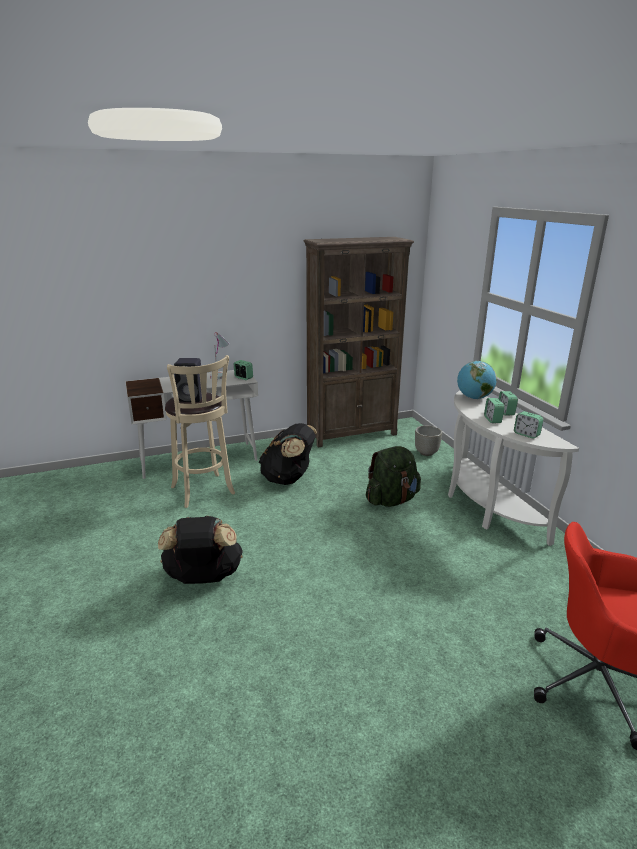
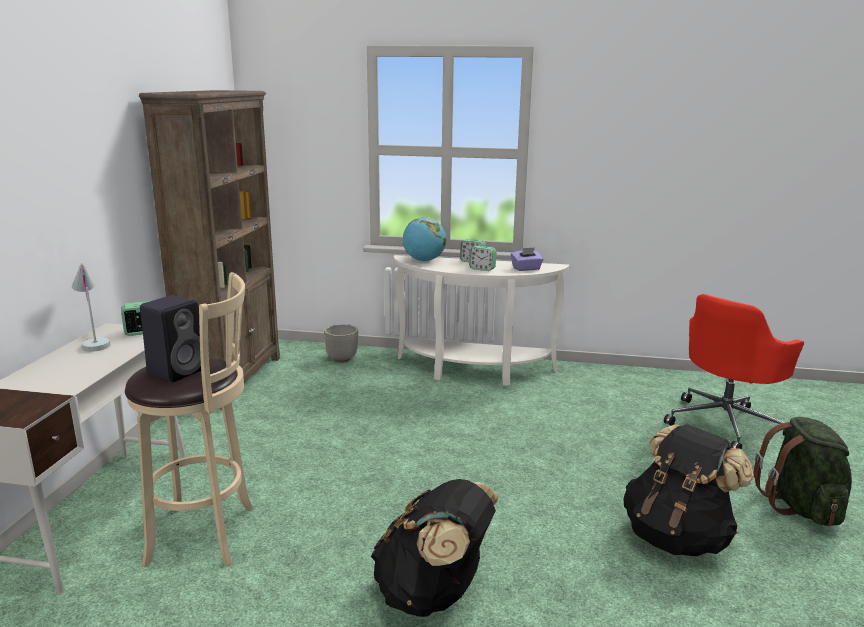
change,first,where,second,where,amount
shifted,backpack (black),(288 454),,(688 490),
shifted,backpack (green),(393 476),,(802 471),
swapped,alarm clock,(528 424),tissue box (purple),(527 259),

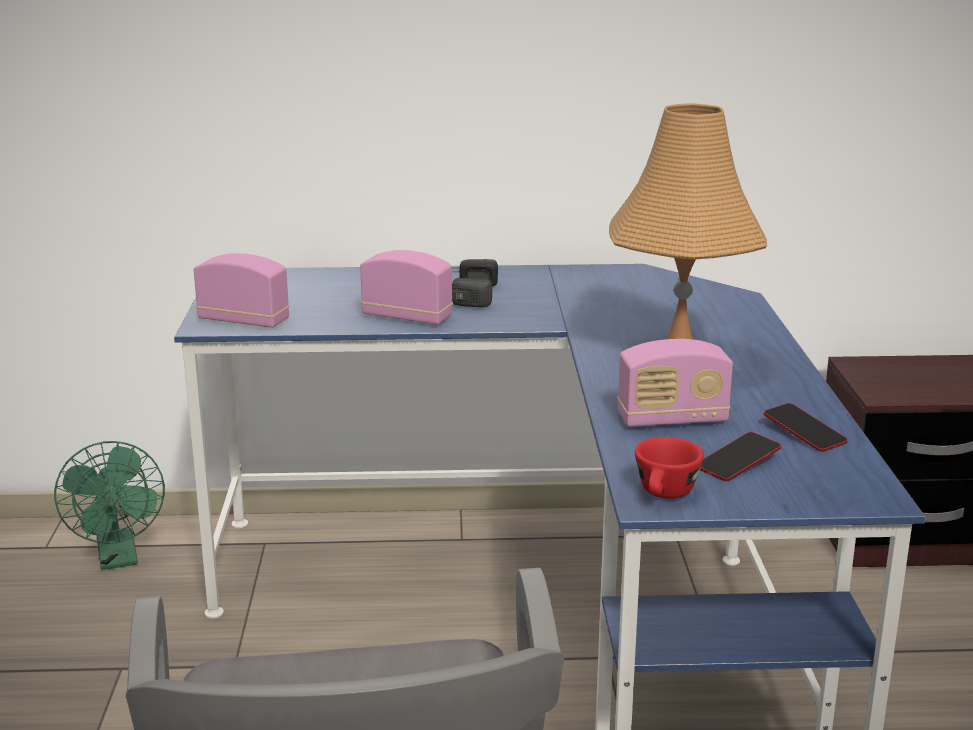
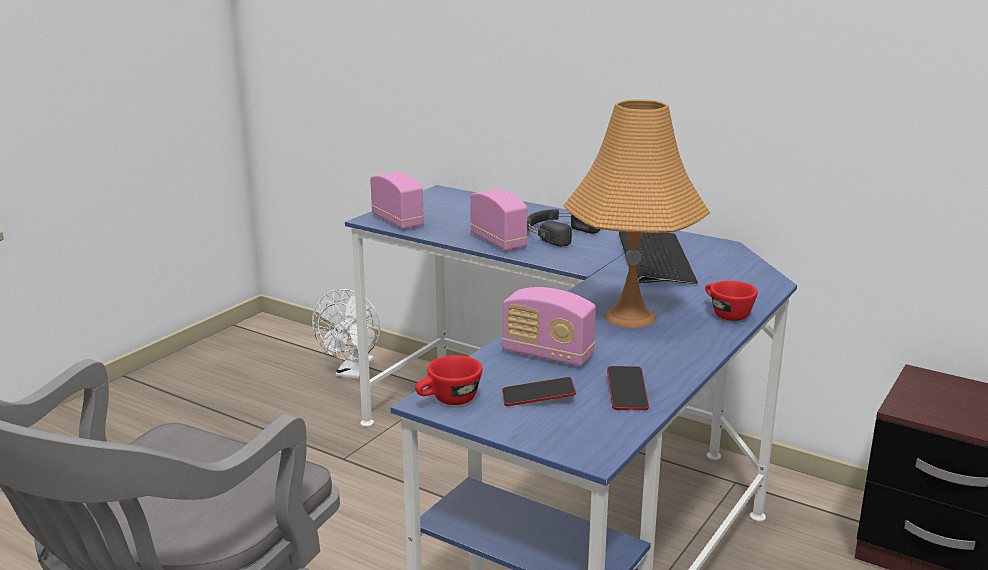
change,first,where,second,where,amount
new,,,keyboard,(658 257),
new,,,cup (red),(731 301),
repainted,fan (green),(109 505),fan (white),(346 334),

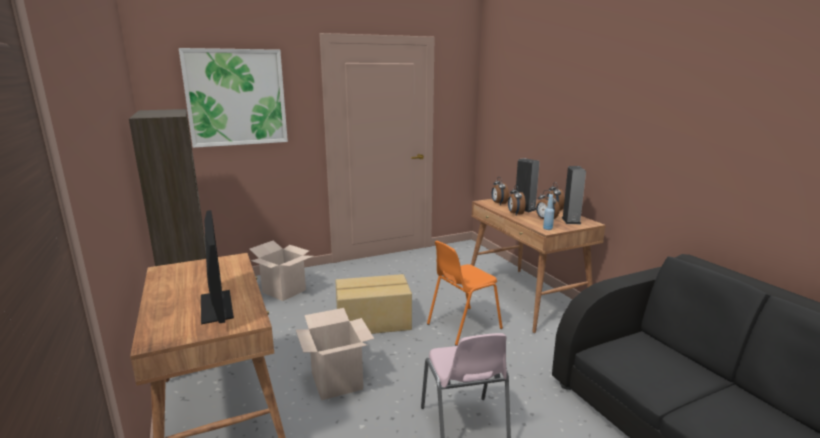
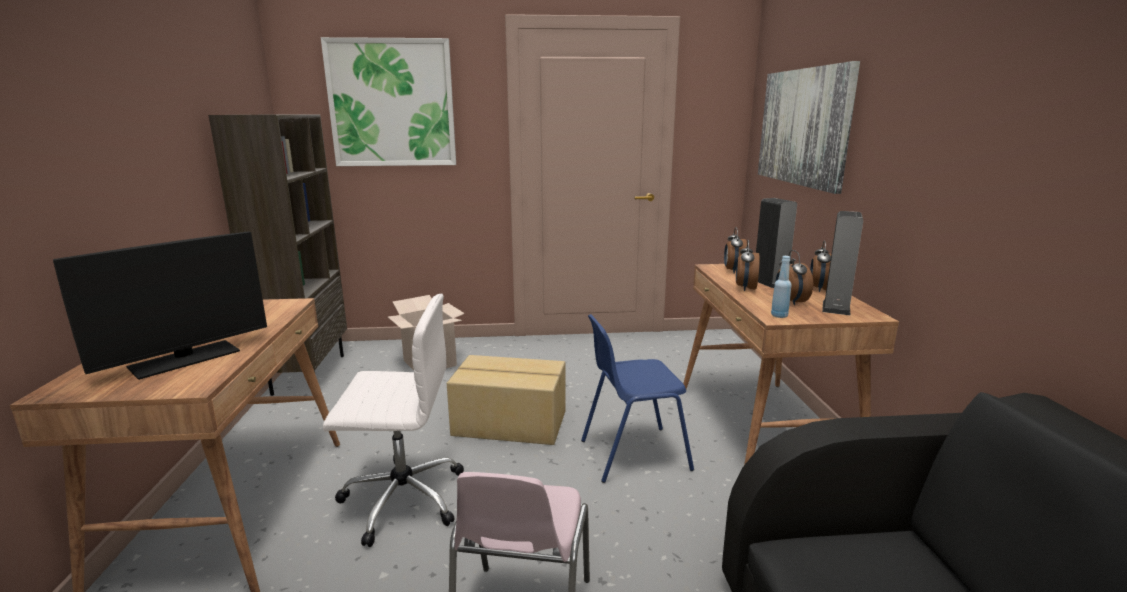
change,first,where,second,where,amount
new,,,picture,(809 127),
swapped,cardboard box,(335 354),office chair (white),(393 420),
repainted,chair (orange),(465 293),chair (blue),(637 398),
rotated,monitor,(217 267),,(160 305),45 degrees clockwise

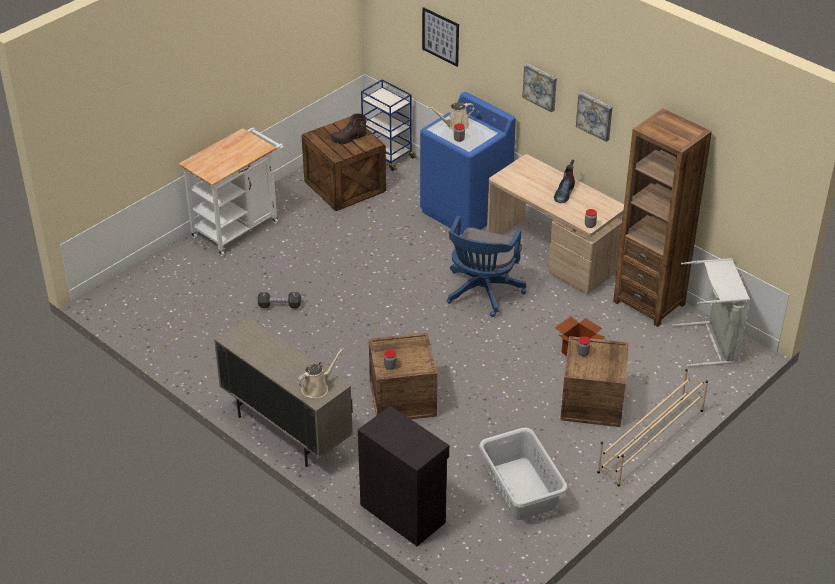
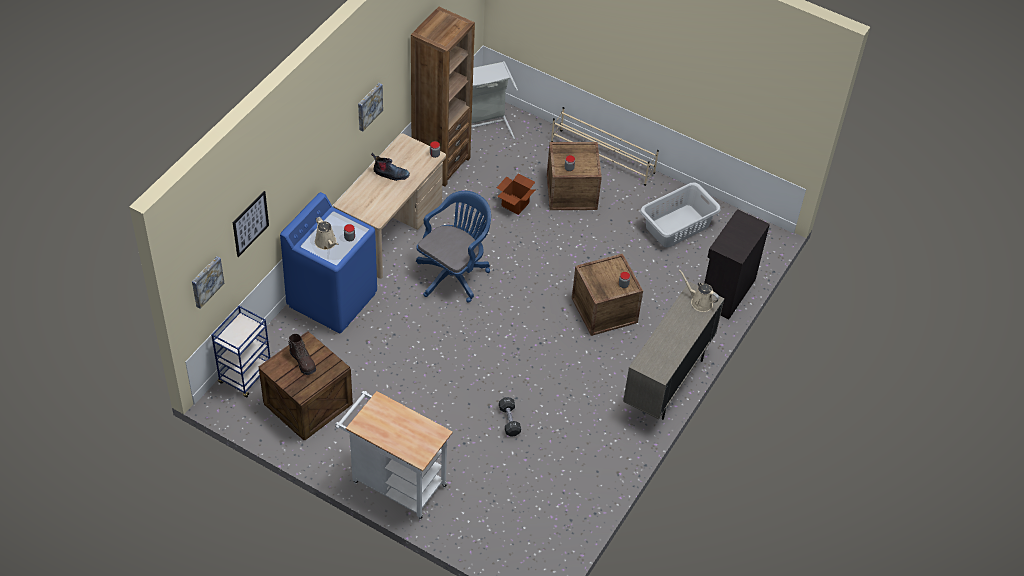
change,first,where,second,where,amount
shifted,picture,(539 88),,(208 282),
rotated,office chair (blue),(486 266),,(453 247),60 degrees counterclockwise

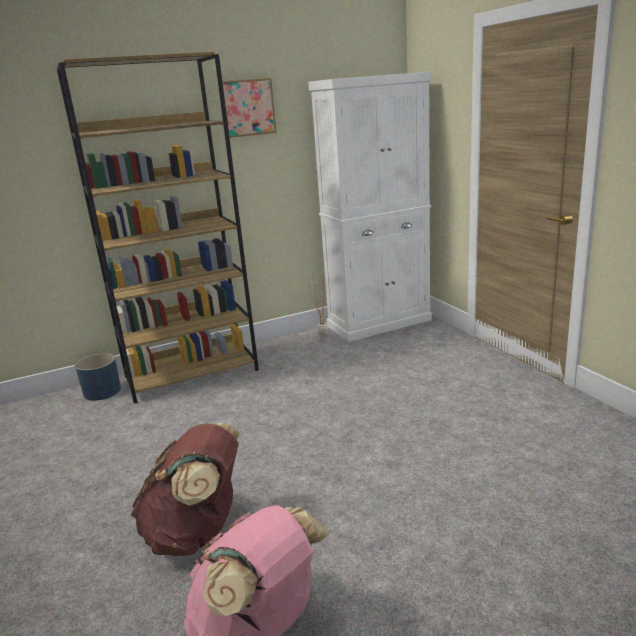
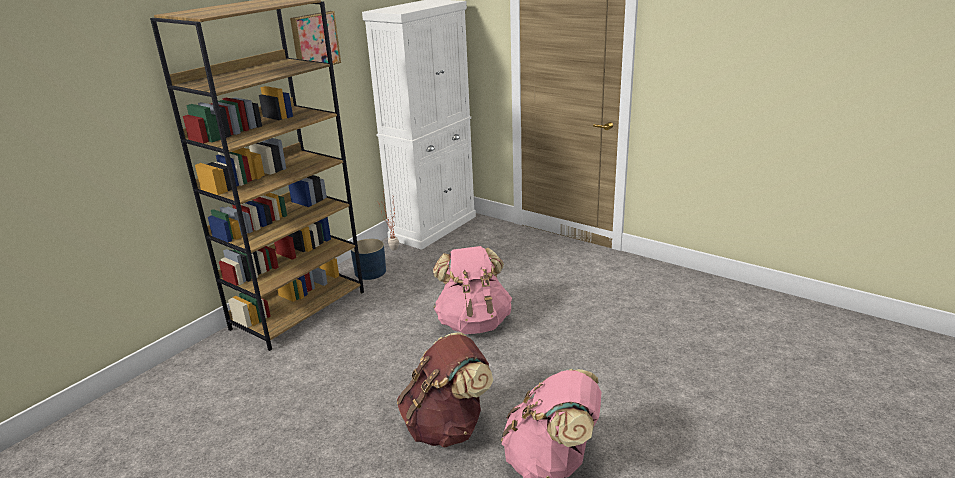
change,first,where,second,where,amount
new,,,backpack (pink),(472 290),
shifted,planter (blue),(98 377),,(368 259),

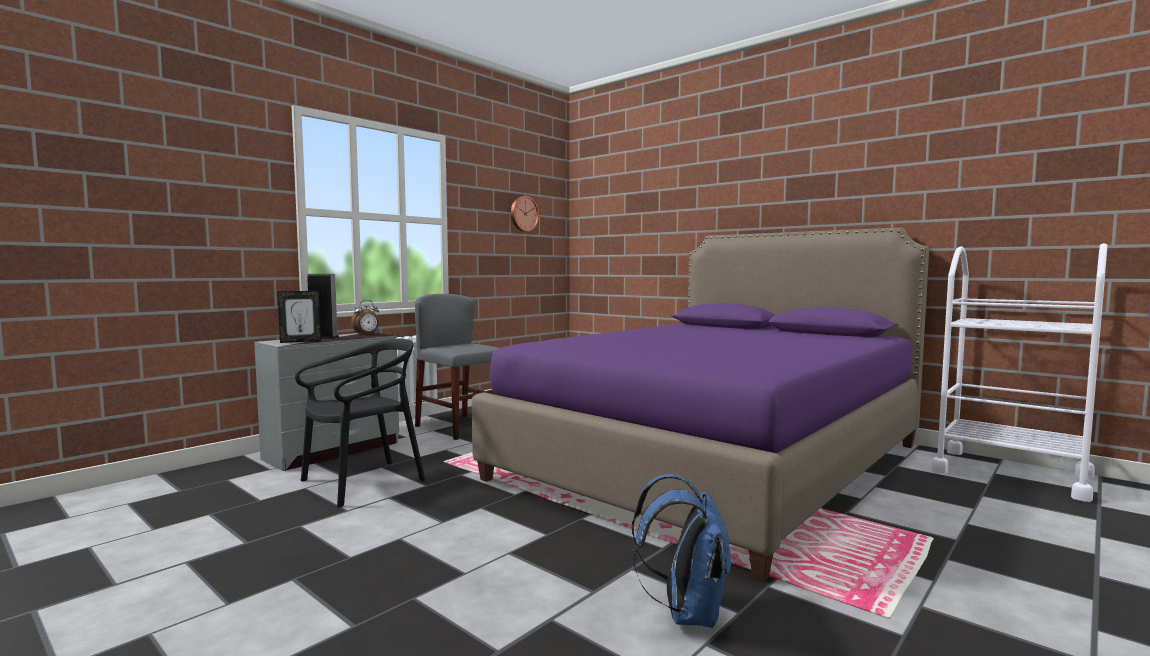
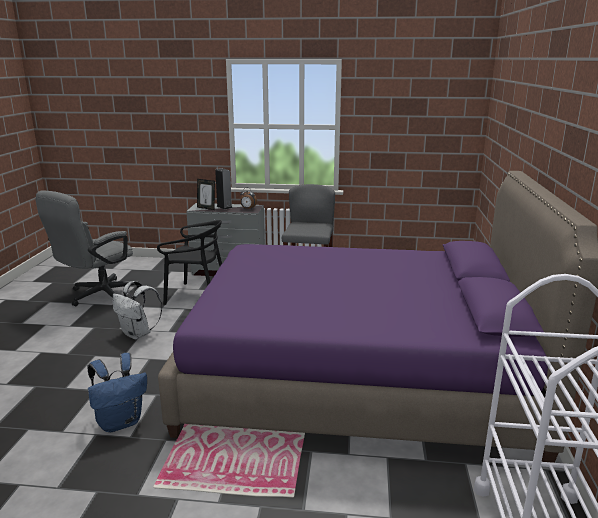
change,first,where,second,where,amount
gone,wall clock,(525 214),,,
new,,,office chair (grey),(87 248),
new,,,backpack (white),(137 310),

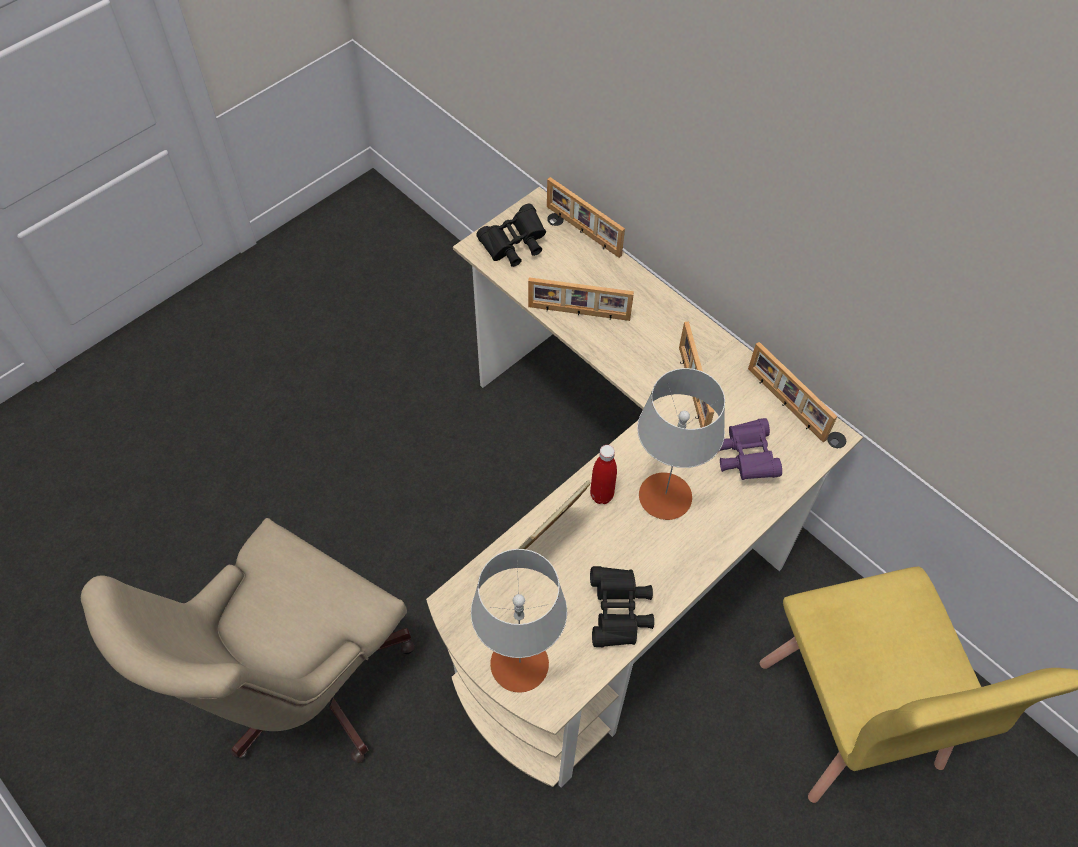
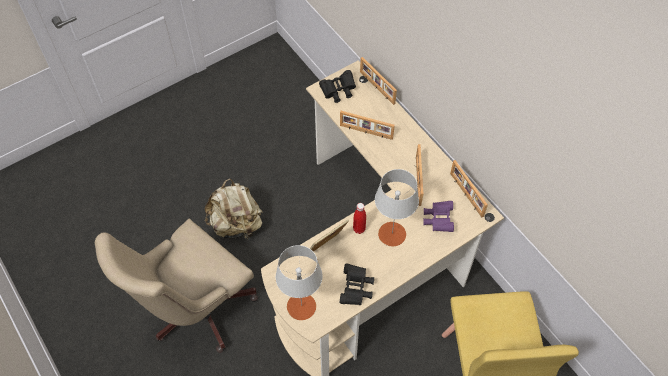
change,first,where,second,where,amount
new,,,backpack (beige),(234 209),

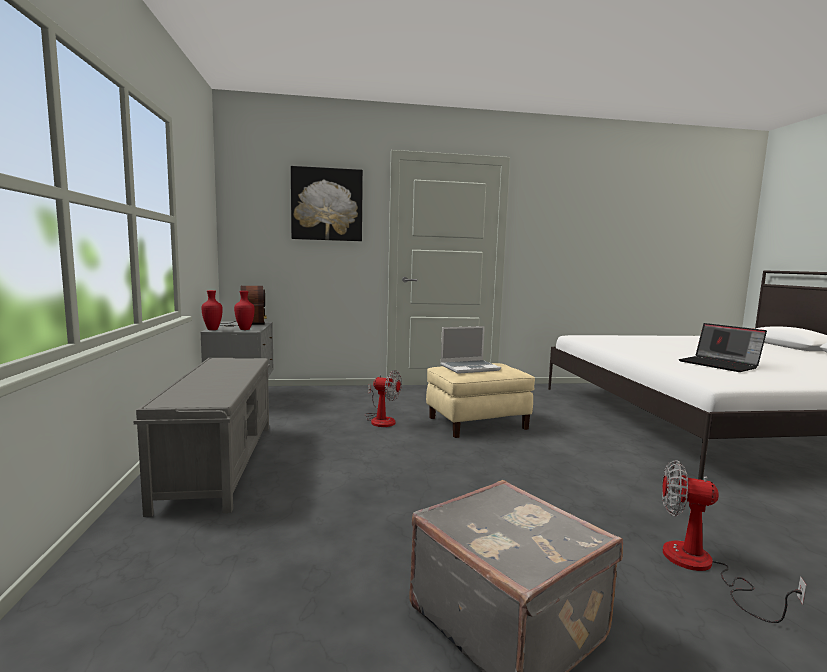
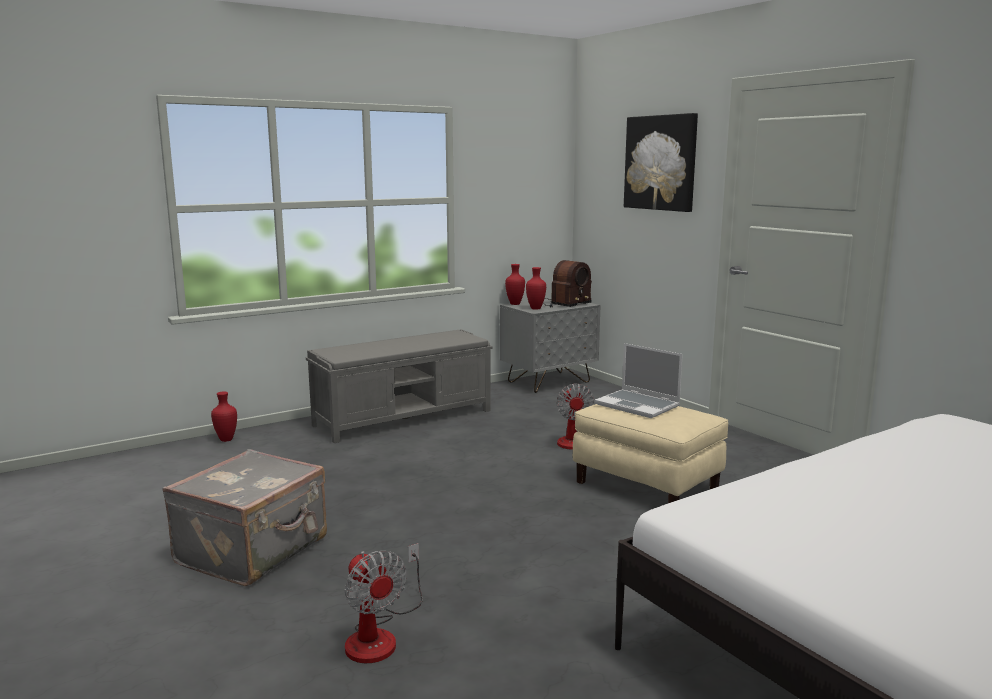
change,first,where,second,where,amount
gone,laptop,(722 347),,,
new,,,vase (red),(224 417),
rotated,fan,(734 541),,(384 603),150 degrees clockwise

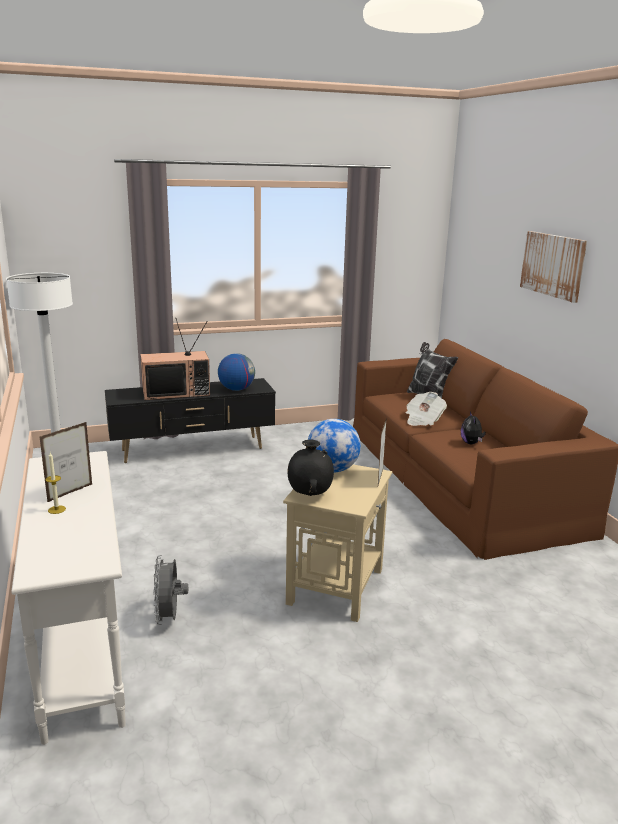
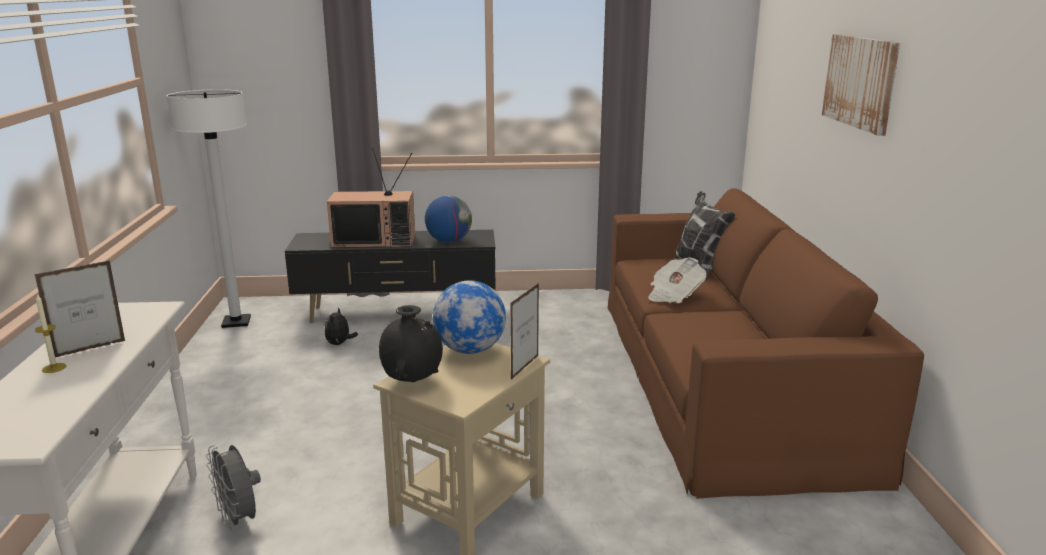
change,first,where,second,where,amount
shifted,plush toy,(473 428),,(341 326),
rotated,fan (grey),(170 590),,(233 488),45 degrees counterclockwise

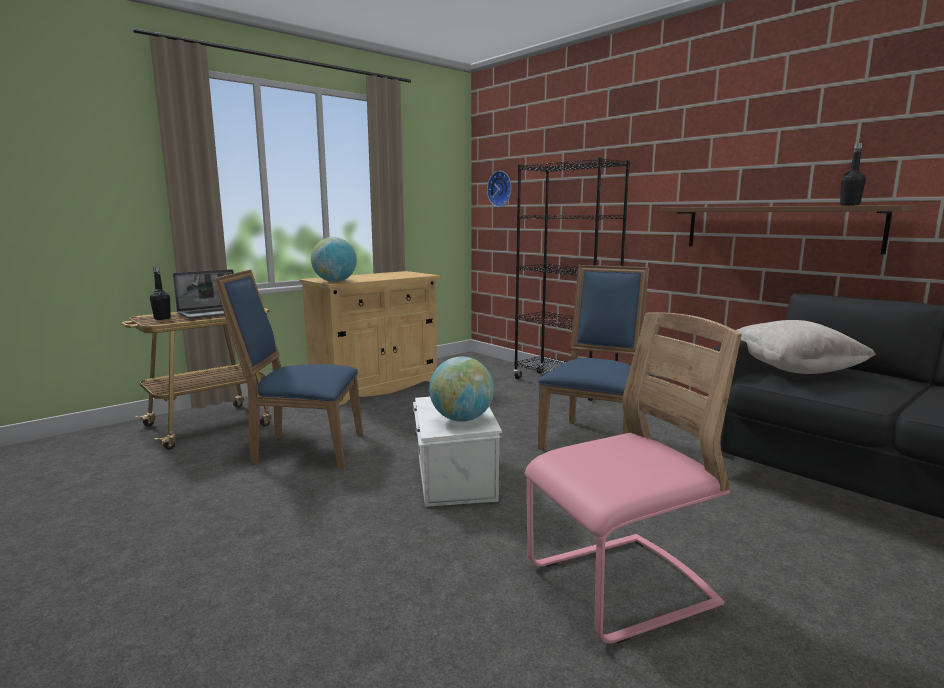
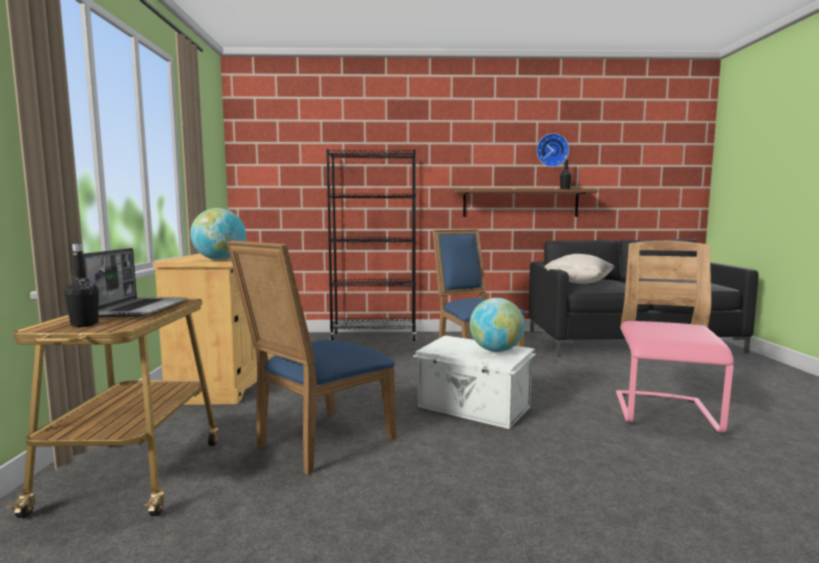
change,first,where,second,where,amount
shifted,wall clock,(499 189),,(553 150),

